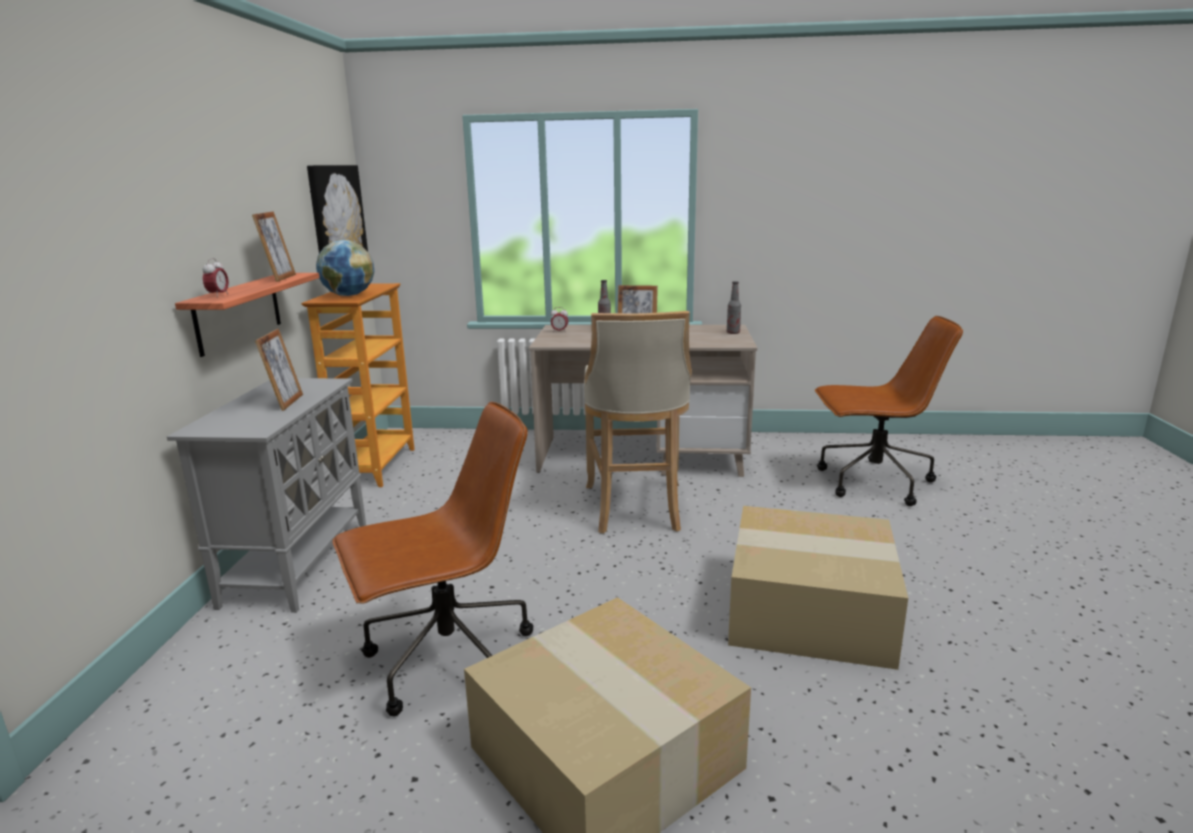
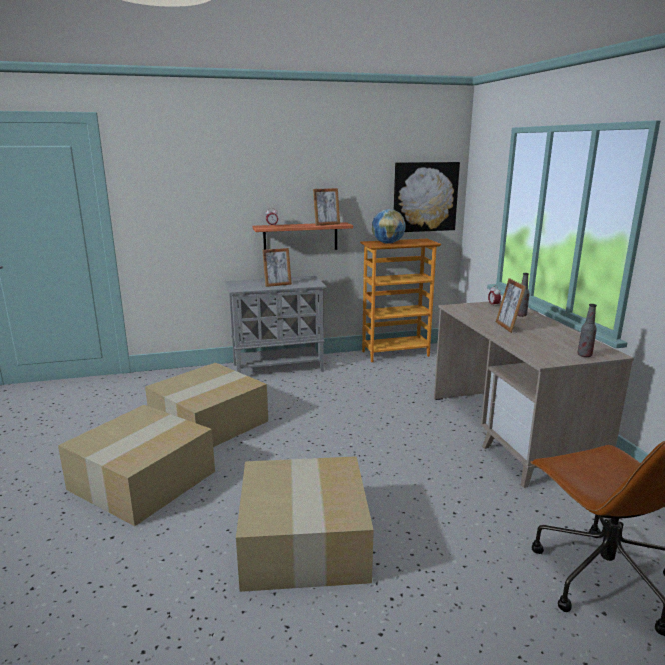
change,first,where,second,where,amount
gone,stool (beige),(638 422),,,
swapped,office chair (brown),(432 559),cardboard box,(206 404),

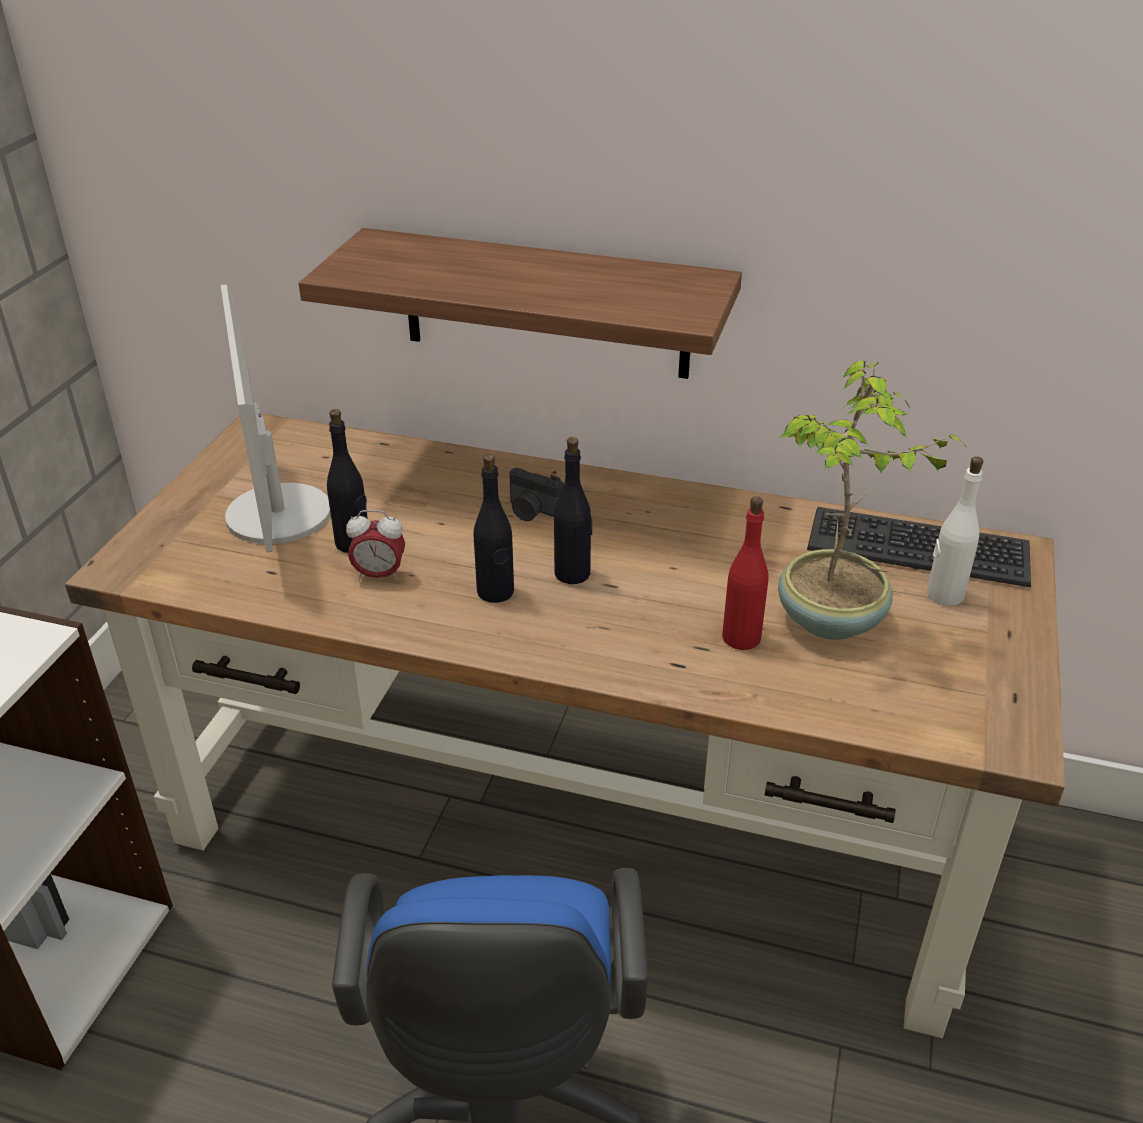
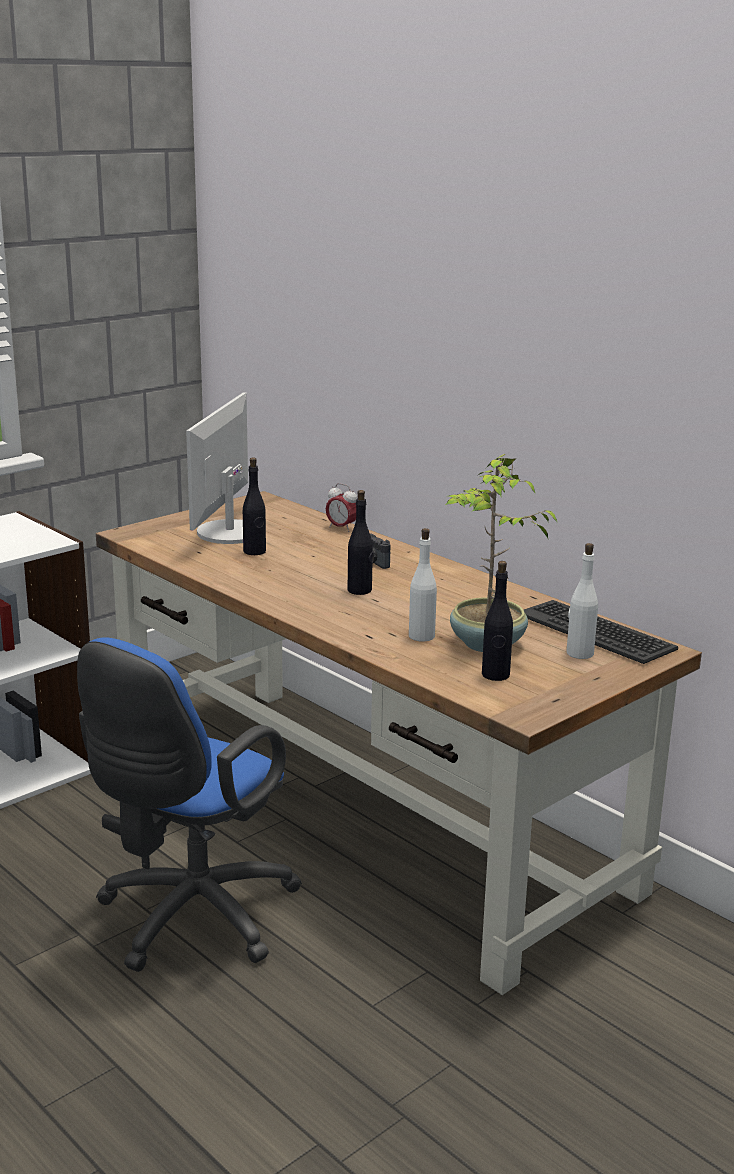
change,first,where,second,where,amount
gone,shelf,(520 303),,,
shifted,alarm clock,(375 546),,(341 507),
shifted,bottle (black),(493 528),,(497 621),
repainted,bottle (red),(745 573),bottle (white),(423 585),

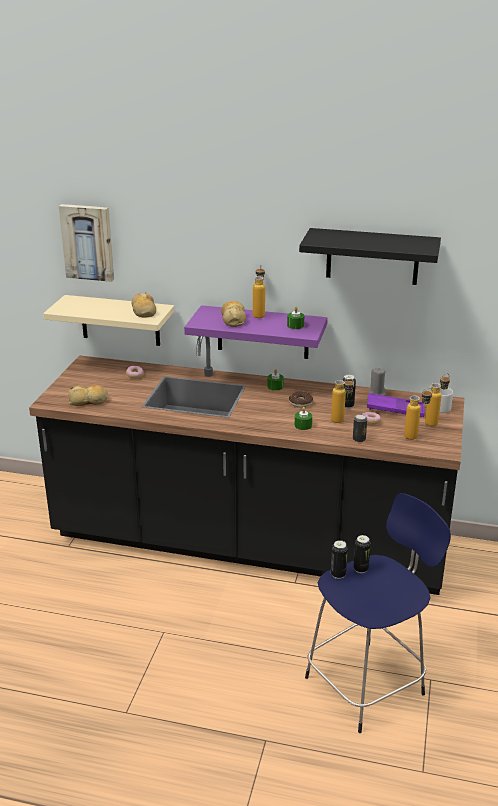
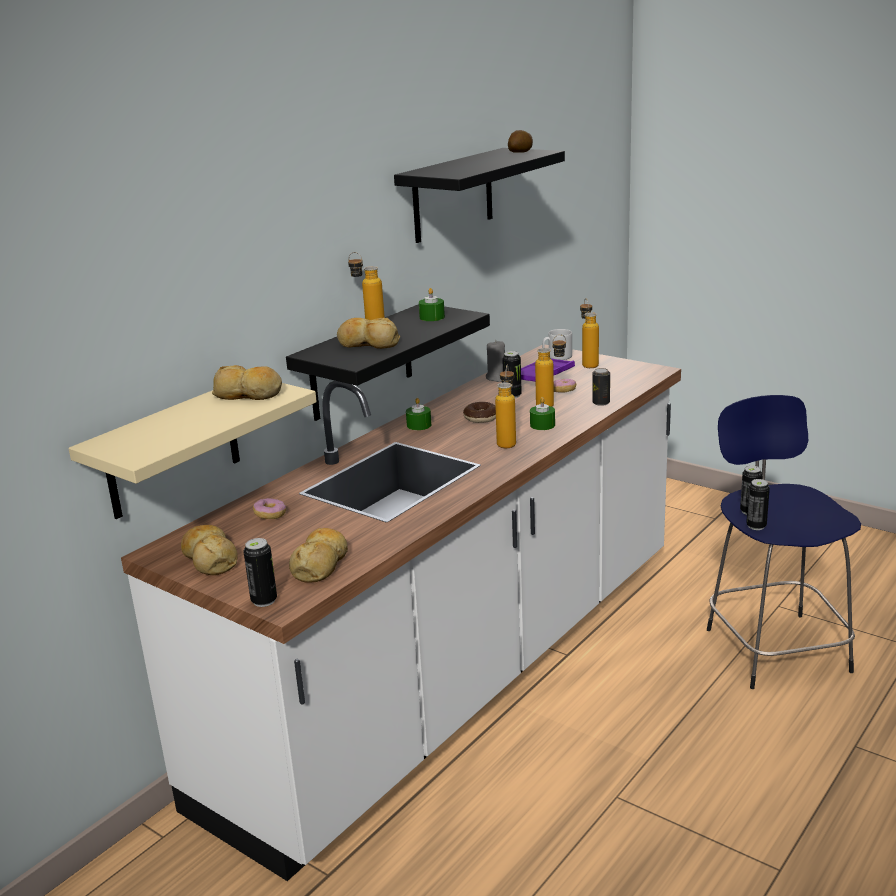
change,first,where,second,where,amount
gone,picture,(86 243),,,
new,,,bread,(209 550),
new,,,can,(260 572),
new,,,potato,(520 141),
shifted,bottle,(418 414),,(505 406),
repainted,counter (black),(246 465),counter (white),(401 613),
repainted,shelf (purple),(255 332),shelf (black),(388 362),

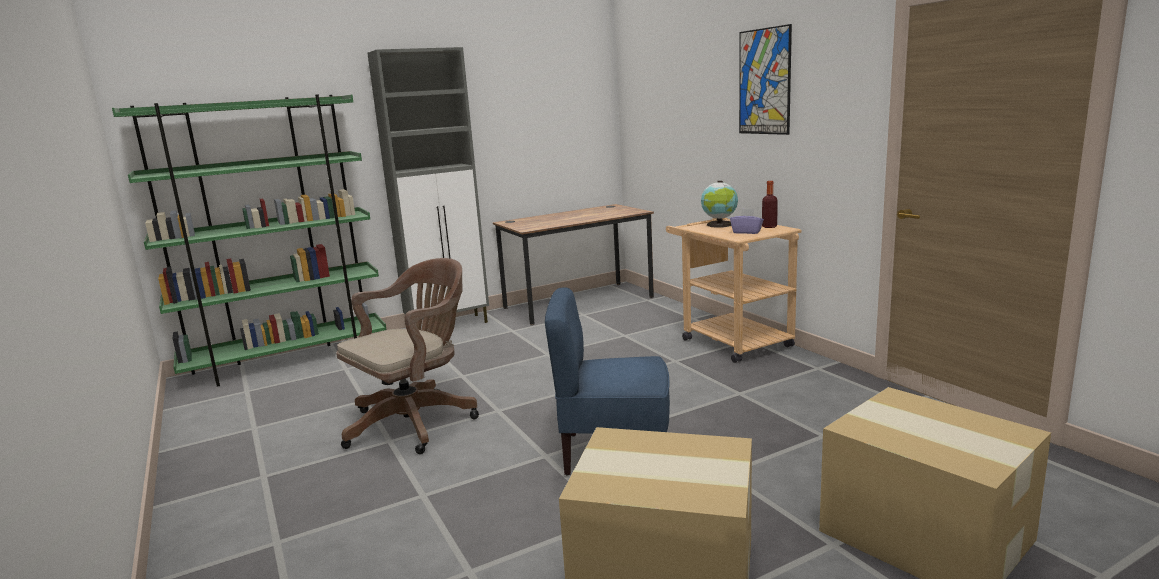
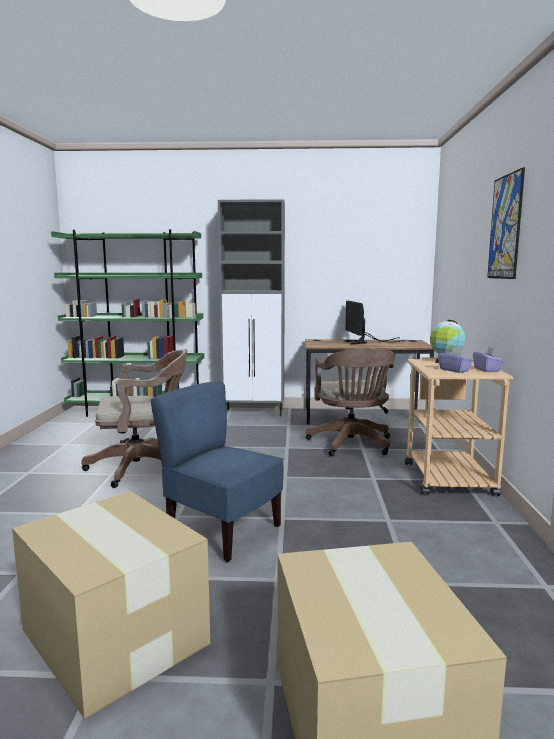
change,first,where,second,where,amount
new,,,office chair (brown),(350 402),
new,,,monitor,(374 323),
swapped,bottle,(770 204),tissue box (purple),(488 359),

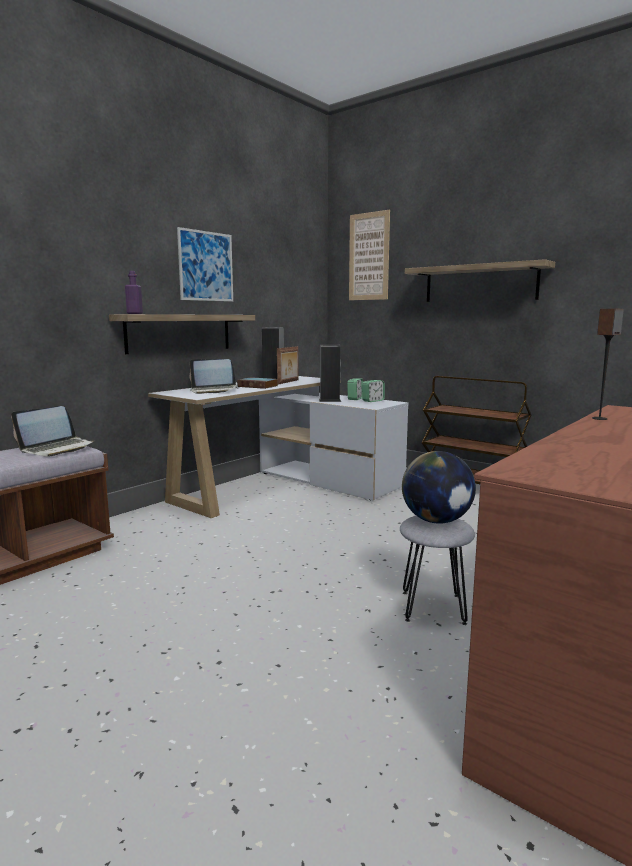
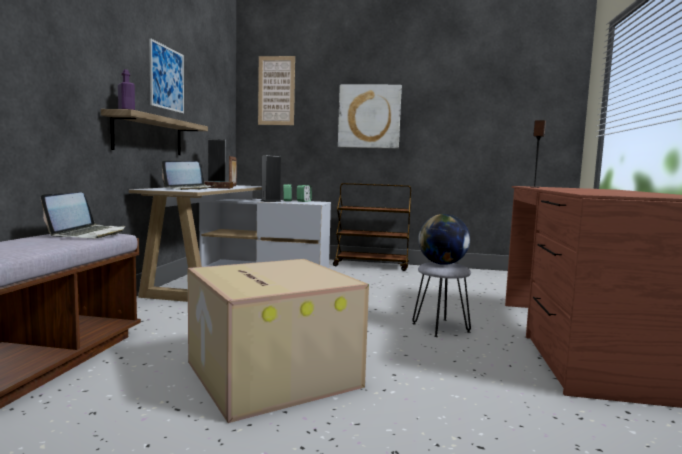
change,first,where,second,where,amount
new,,,cardboard box,(278 341),
swapped,shelf,(480 280),picture,(370 117),

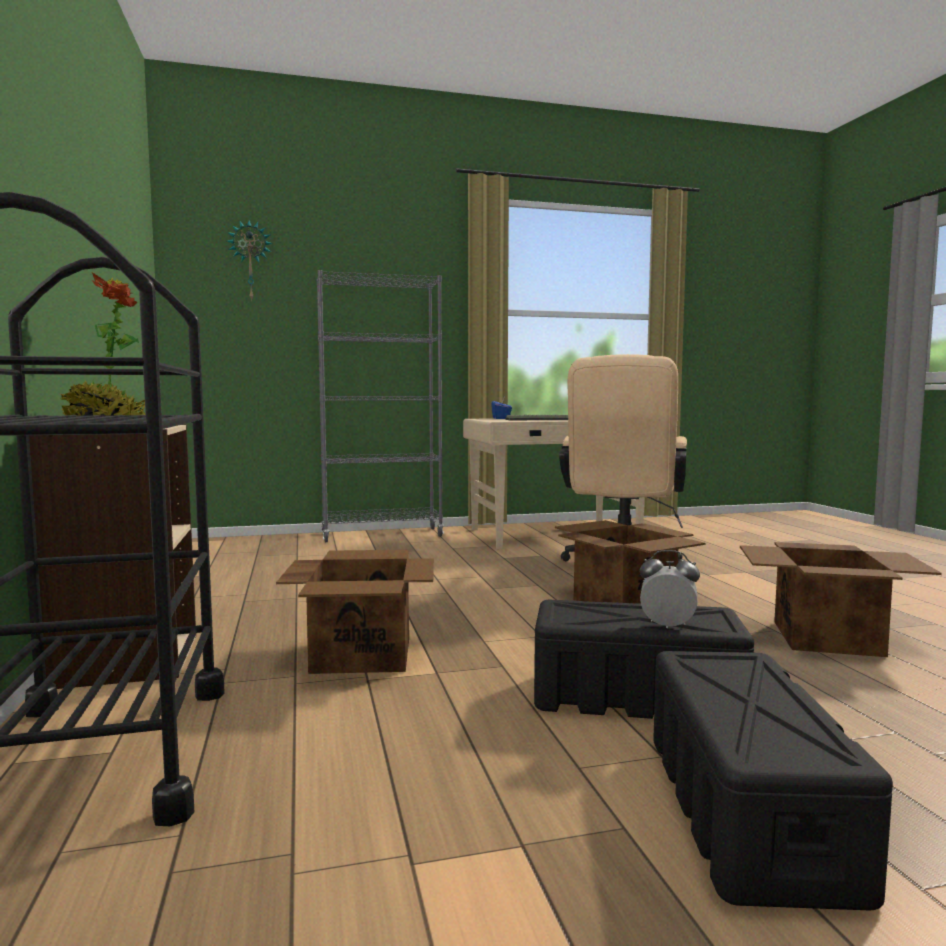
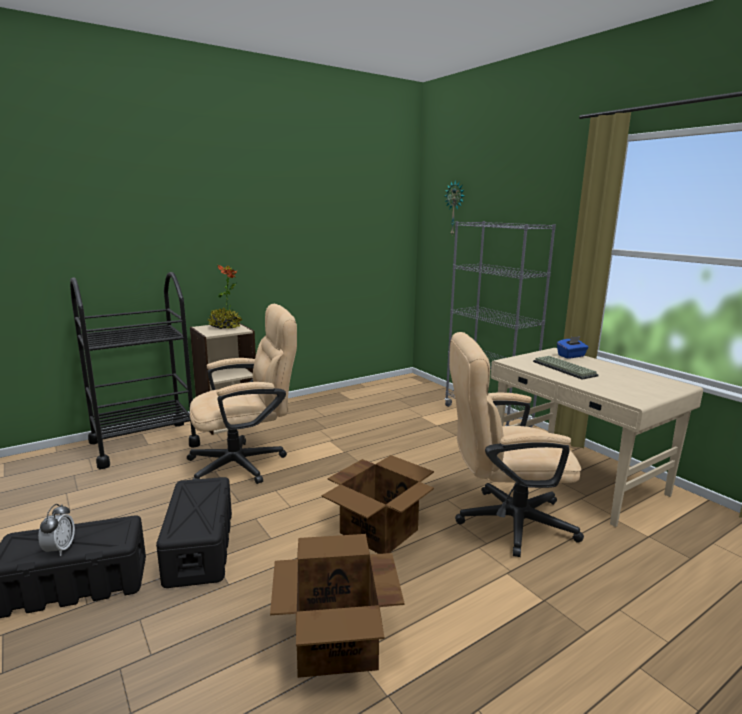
change,first,where,second,where,amount
shifted,alarm clock,(670 589),,(56 530),
swapped,cardboard box,(355 612),office chair (beige),(242 394),

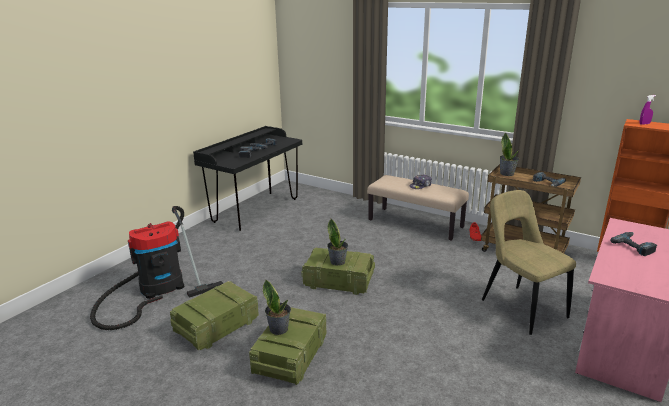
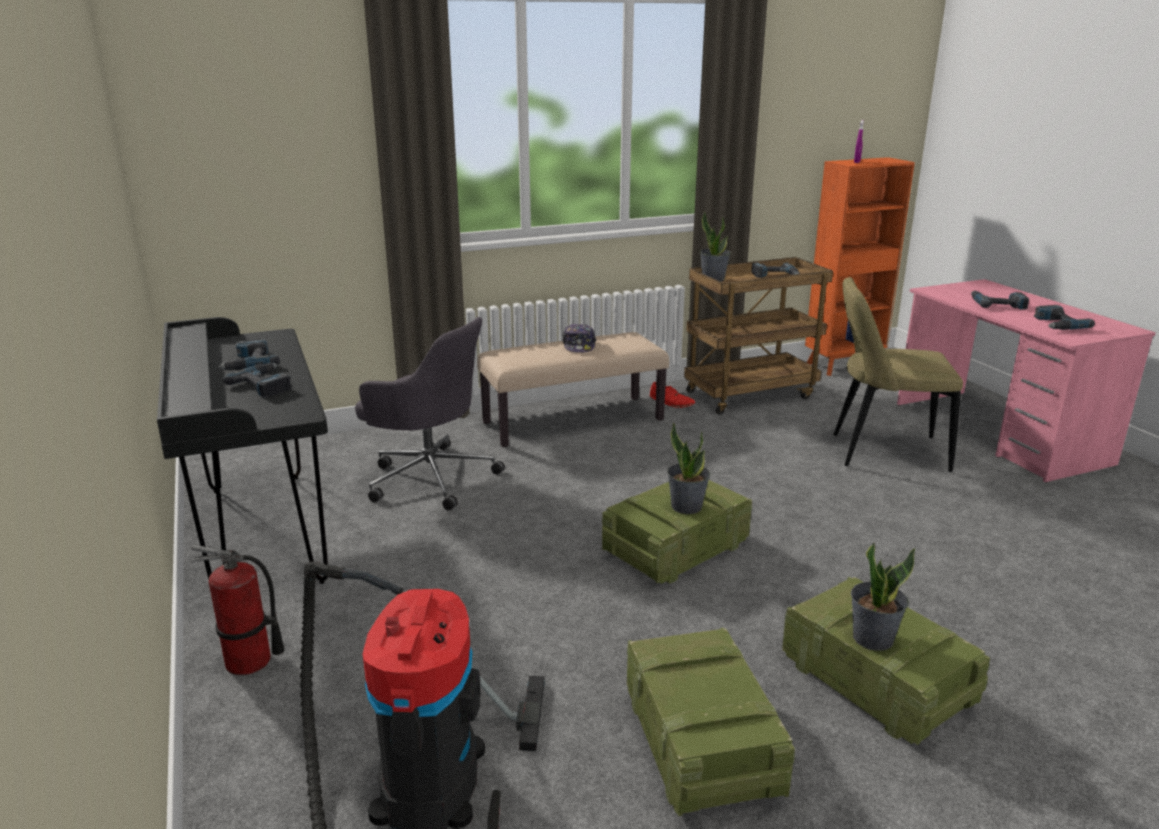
change,first,where,second,where,amount
new,,,fire extinguisher,(238 610),
new,,,office chair (grey),(430 414),
new,,,power drill,(1064 317),

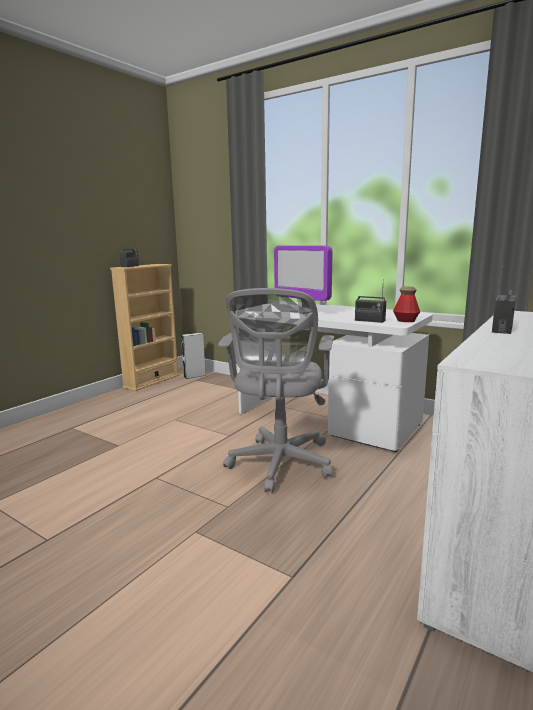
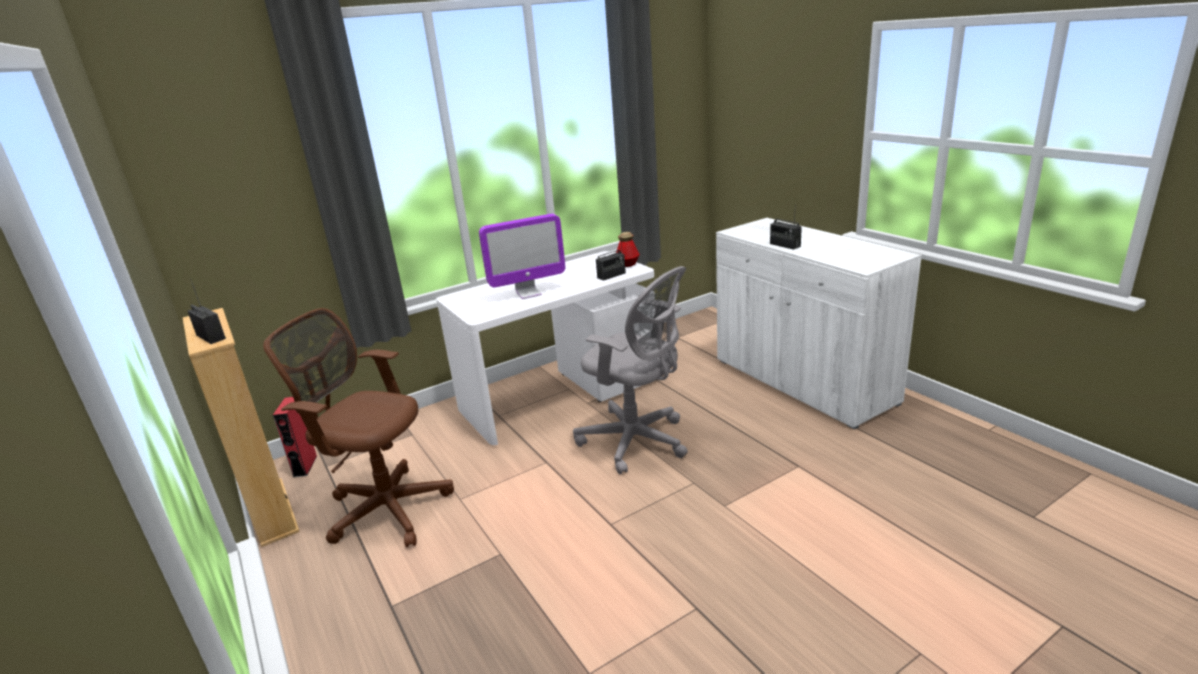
change,first,where,second,where,amount
new,,,office chair (brown),(358 427),
repainted,speaker (grey),(193 356),speaker (red),(295 437),

